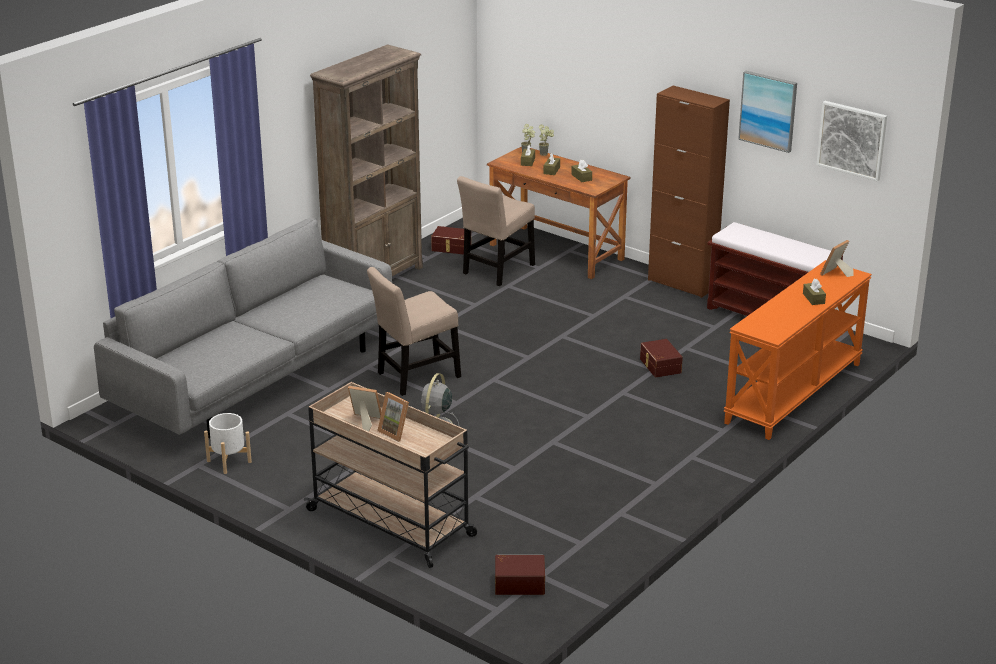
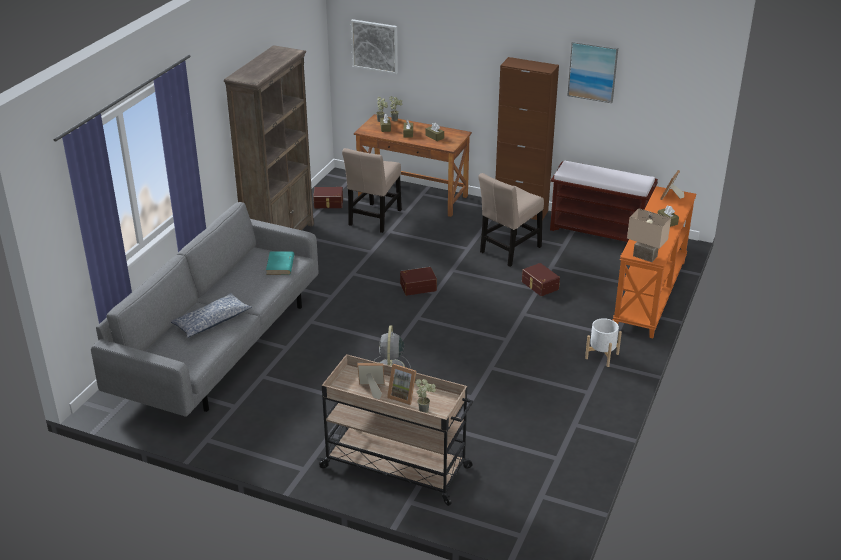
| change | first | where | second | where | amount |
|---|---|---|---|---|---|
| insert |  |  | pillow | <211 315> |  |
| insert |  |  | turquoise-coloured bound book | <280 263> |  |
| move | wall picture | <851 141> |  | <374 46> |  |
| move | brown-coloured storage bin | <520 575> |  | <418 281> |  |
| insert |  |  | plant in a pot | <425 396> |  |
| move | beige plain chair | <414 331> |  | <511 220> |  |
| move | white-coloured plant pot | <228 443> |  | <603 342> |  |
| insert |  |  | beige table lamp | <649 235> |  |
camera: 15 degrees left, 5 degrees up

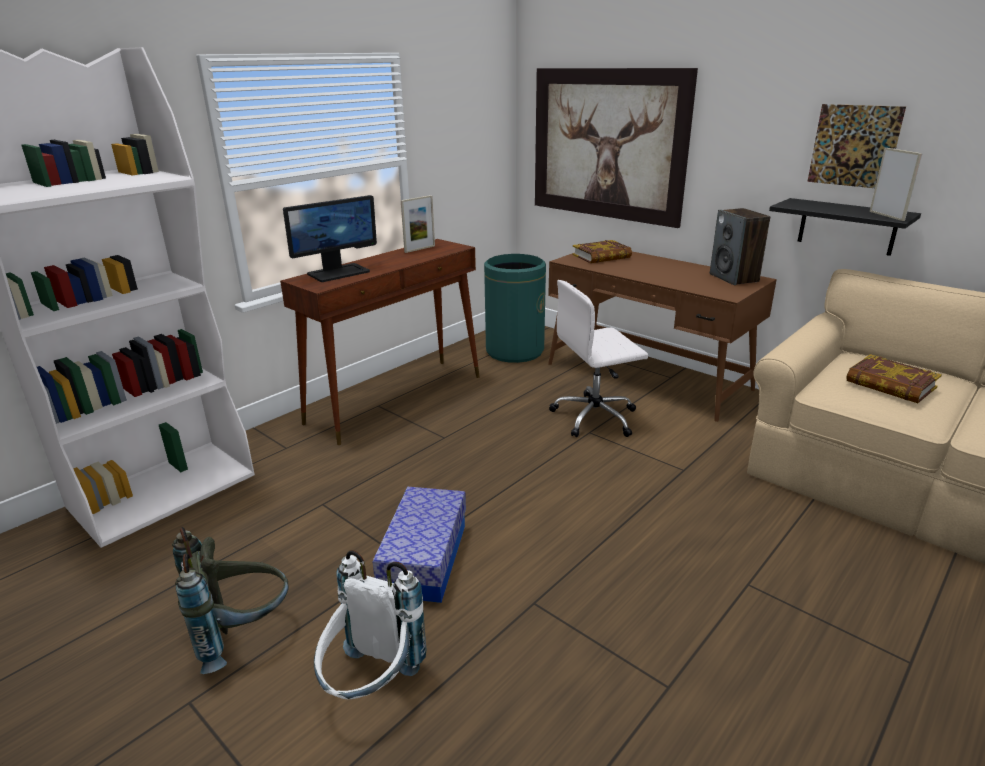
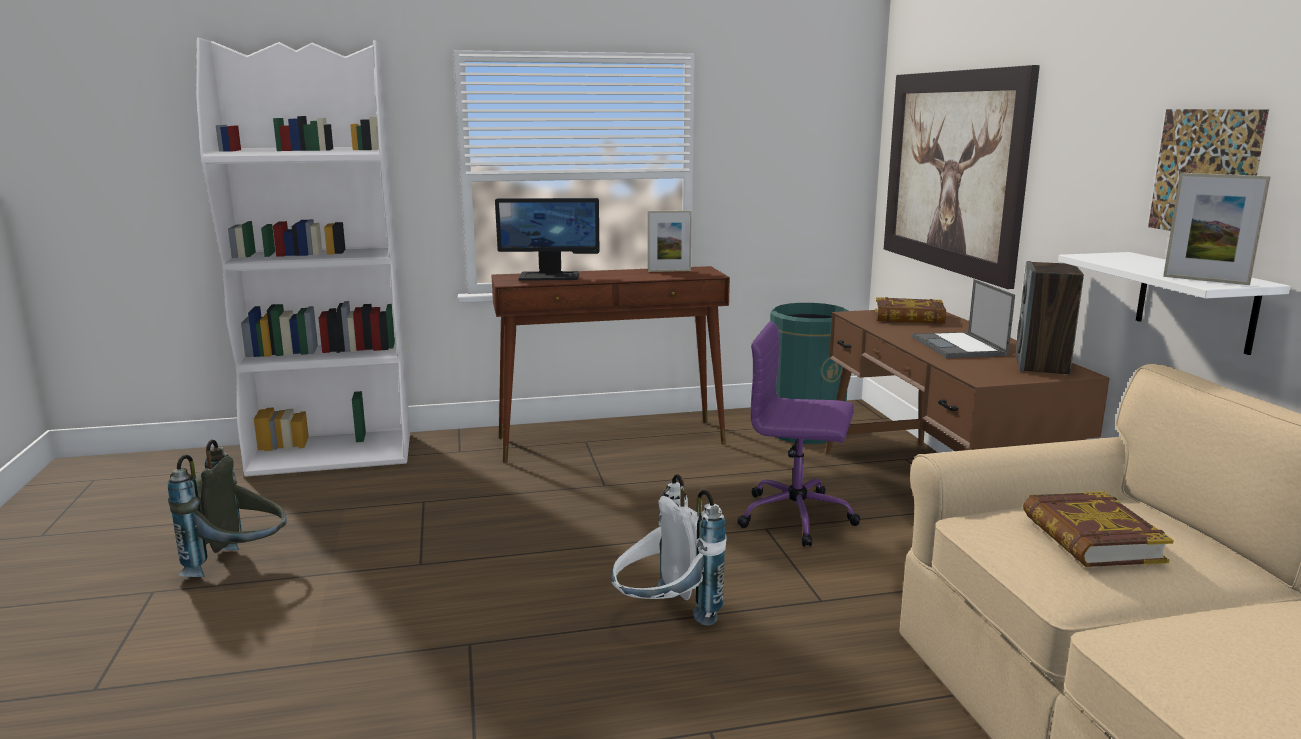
| change | first | where | second | where | amount |
|---|---|---|---|---|---|
| move | white-coloured knapsack | <370 624> |  | <669 550> |  |
| recolor | white-coloured computer chair | <598 358> | purple computer chair | <798 434> |  |
| insert |  |  | laptop | <963 318> |  |
| recolor | blackish bracket shelf | <845 227> | white-coloured bracket shelf | <1174 303> |  |
| rotate | picture frame | <896 184> |  | <1217 229> | 105 degrees clockwise |
| delete | storage bin | <419 545> |  |  |  |
camera: 35 degrees right, 10 degrees down

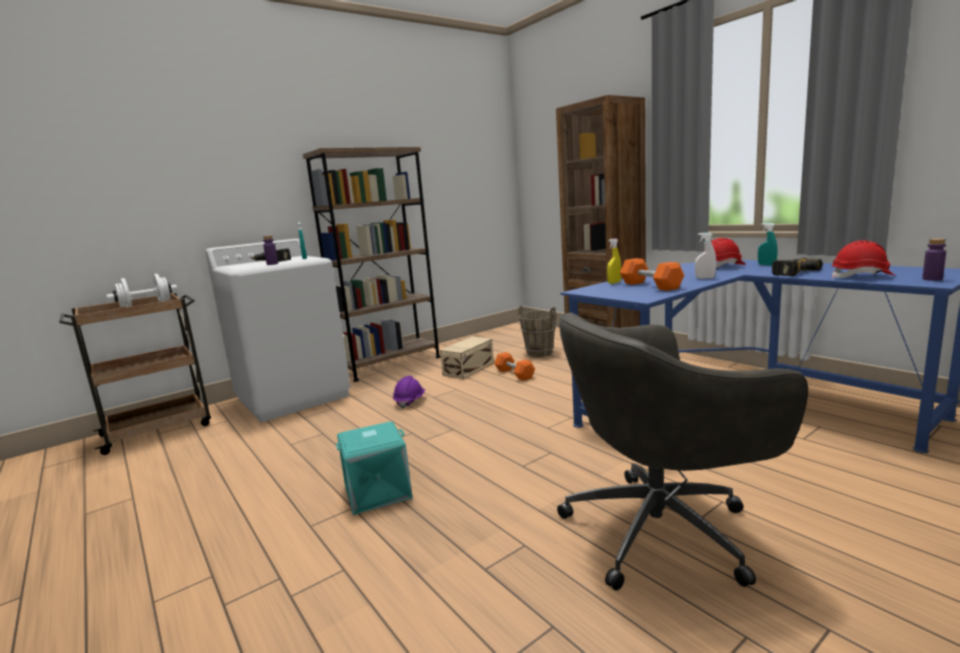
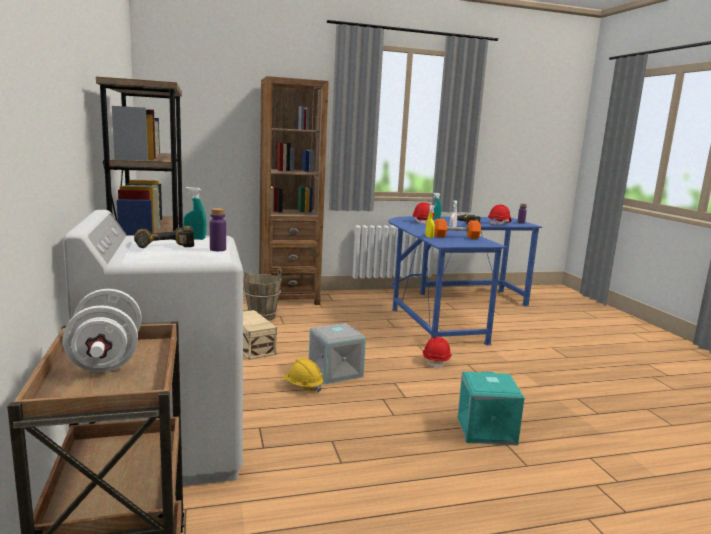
| change | first | where | second | where | amount |
|---|---|---|---|---|---|
| recolor | purple work helmet | <409 392> | yellow-coloured work helmet | <303 375> |  |
| insert |  |  | greyish storage bin | <337 353> |  |
| insert |  |  | reddish work helmet | <437 353> |  |
| delete | orange hand weight | <514 366> |  |  |  |
| delete | greyish computer chair | <682 452> |  |  |  |
camera: 70 degrees left, 0 degrees up

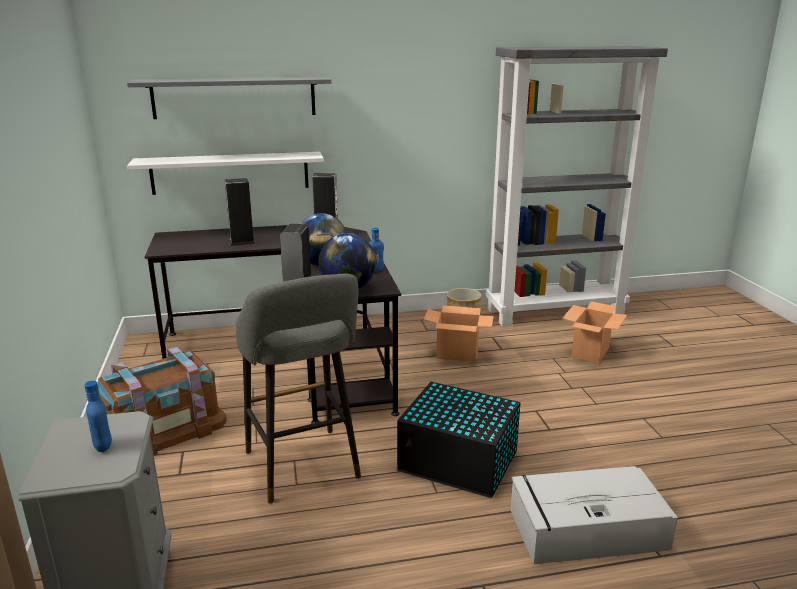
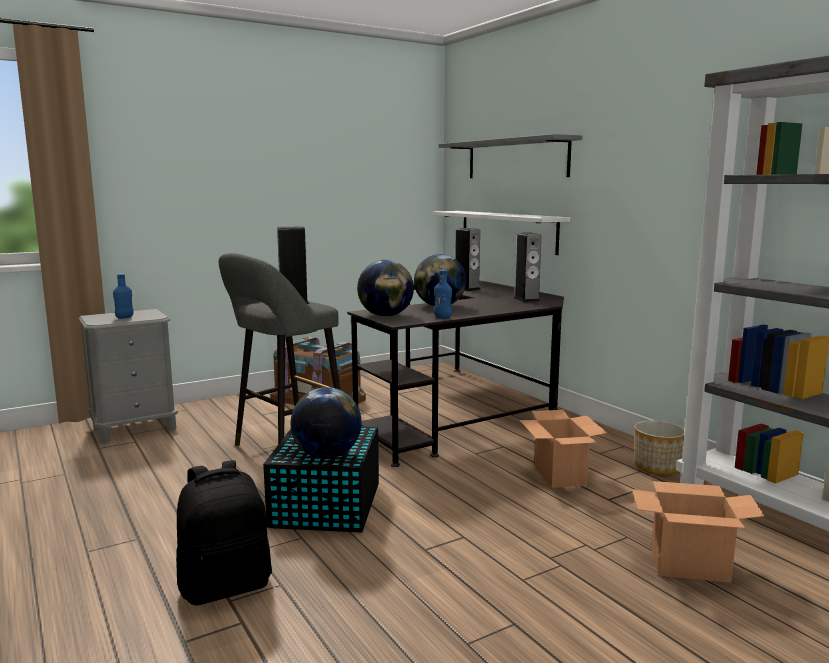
| change | first | where | second | where | amount |
|---|---|---|---|---|---|
| replace | greyish storage bin | <594 515> | blackish knapsack | <224 532> |  |
| insert |  |  | world globe | <326 423> |  |
camera: 70 degrees right, 10 degrees down

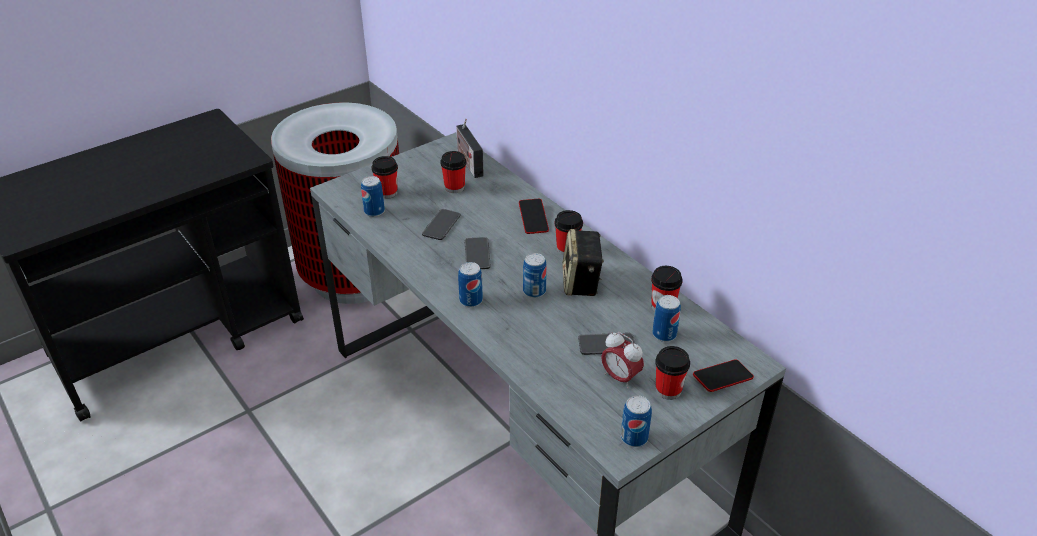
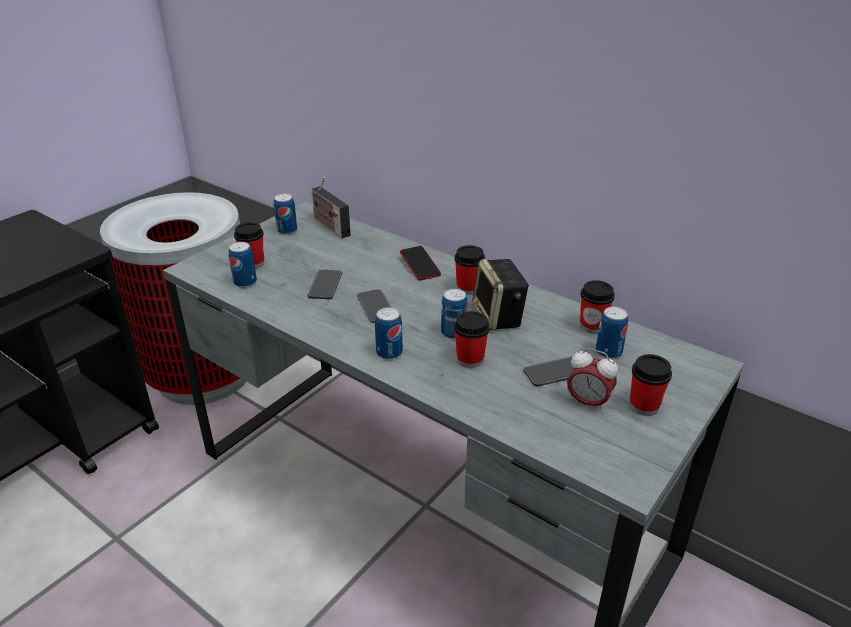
| change | first | where | second | where | amount |
|---|---|---|---|---|---|
| move | can | <636 421> |  | <285 214> |  |
| move | small cup | <453 172> |  | <472 339> |  |
| delete | handset | <723 375> |  |  |  |
camera: 15 degrees left, 5 degrees down

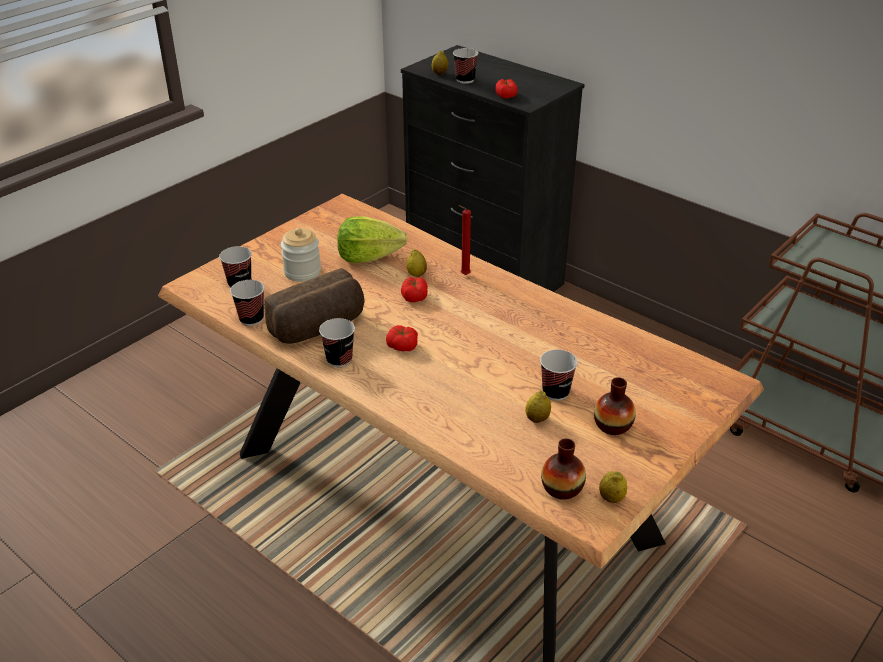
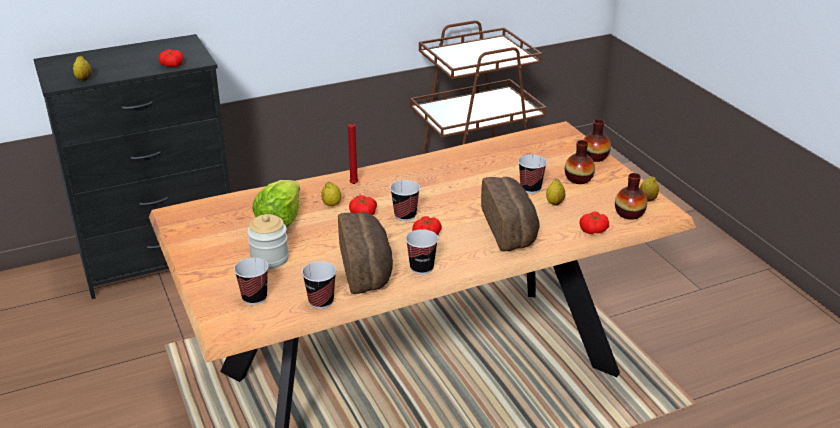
| change | first | where | second | where | amount |
|---|---|---|---|---|---|
| move | small cup | <466 66> |  | <405 200> |  |
| insert |  |  | bread | <510 214> |  |
| insert |  |  | tomato | <594 223> |  |
| insert |  |  | vase | <597 140> |  |
camera: 65 degrees left, 5 degrees down

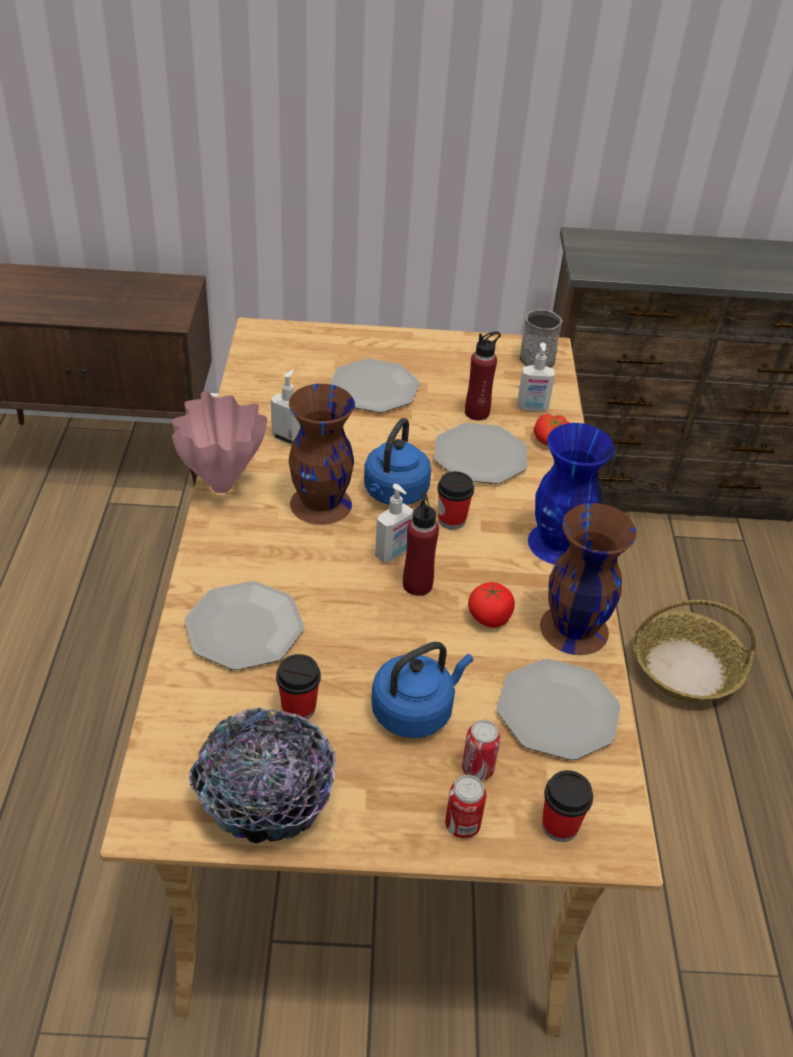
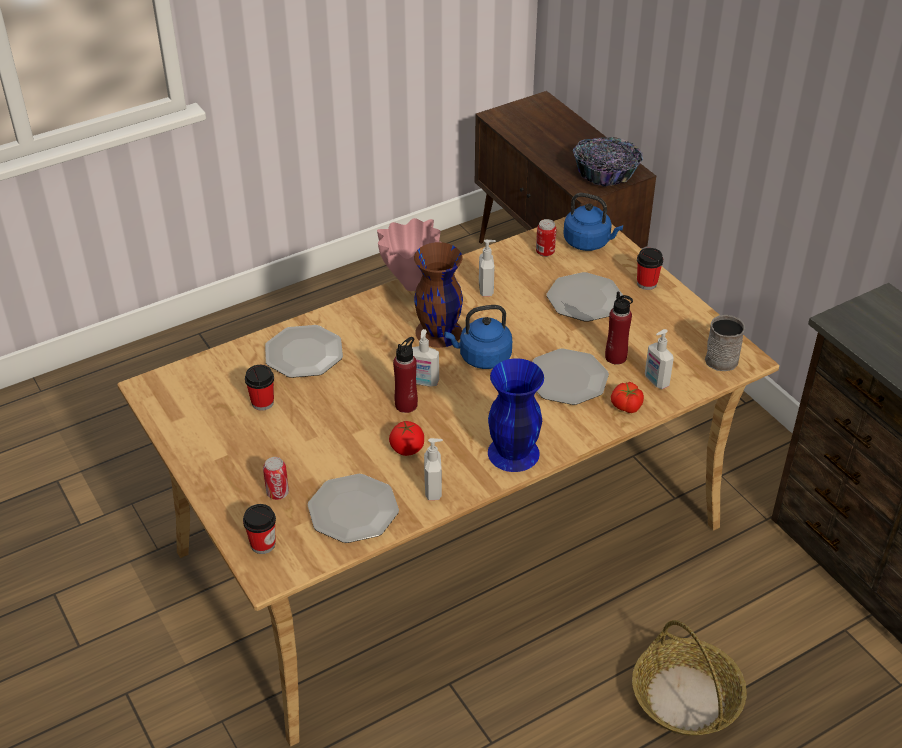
| change | first | where | second | where | amount |
|---|---|---|---|---|---|
| replace | brown-coloured vase | <588 579> | soap dispenser | <433 469> |  |
| move | can | <466 807> |  | <546 238> |  |
| move | blue-coloured water kettle | <422 690> |  | <593 222> |  |
| move | deep dish | <262 776> |  | <608 162> |  |
| move | small cup | <455 500> |  | <650 269> |  |
camera: 60 degrees right, 0 degrees up

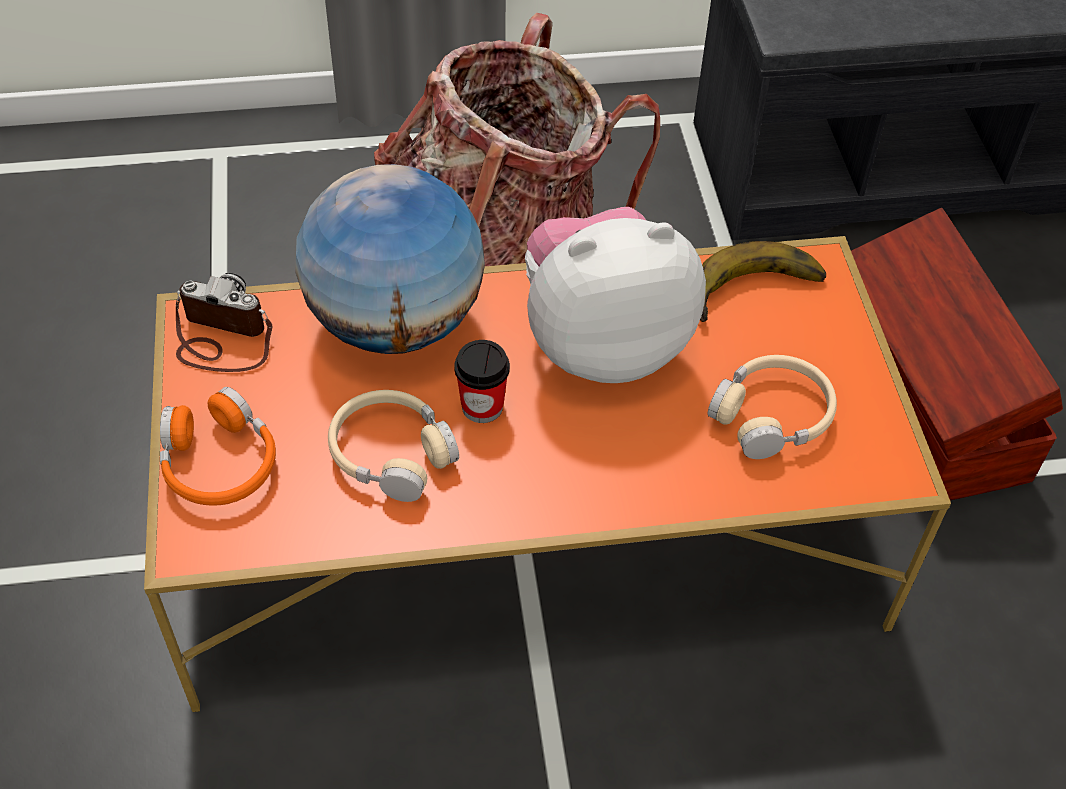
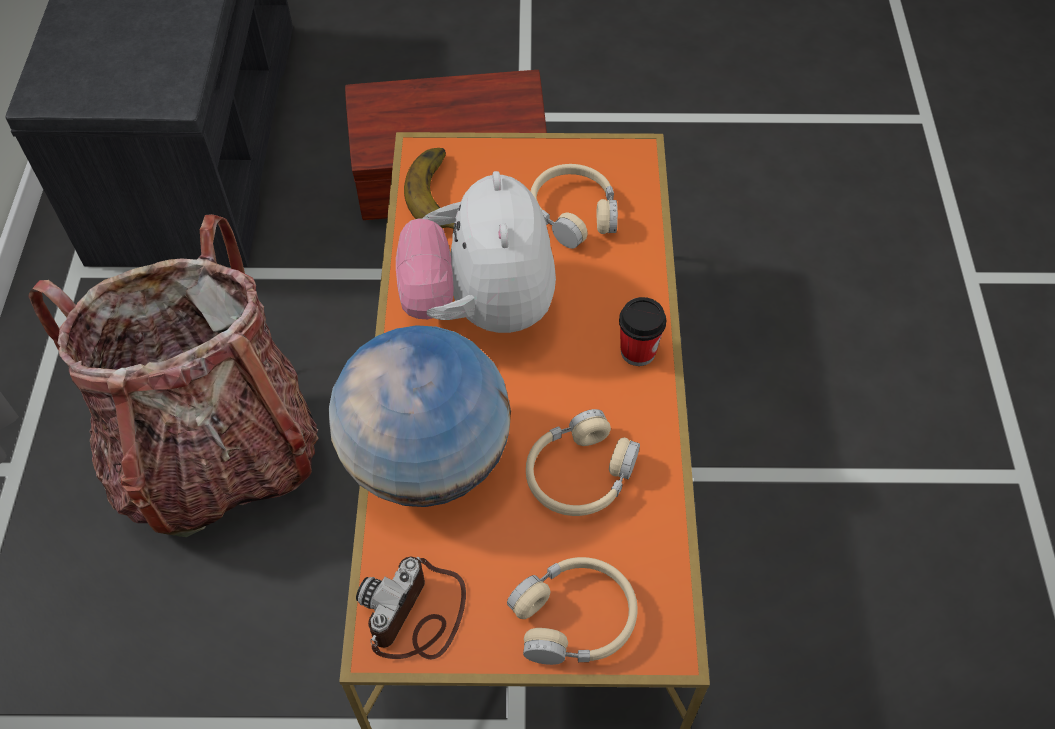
| change | first | where | second | where | amount |
|---|---|---|---|---|---|
| recolor | orange pair of headphones | <218 446> | beige pair of headphones | <572 611> |  |
| move | small cup | <482 381> |  | <642 331> |  |
camera: 80 degrees left, 5 degrees up

